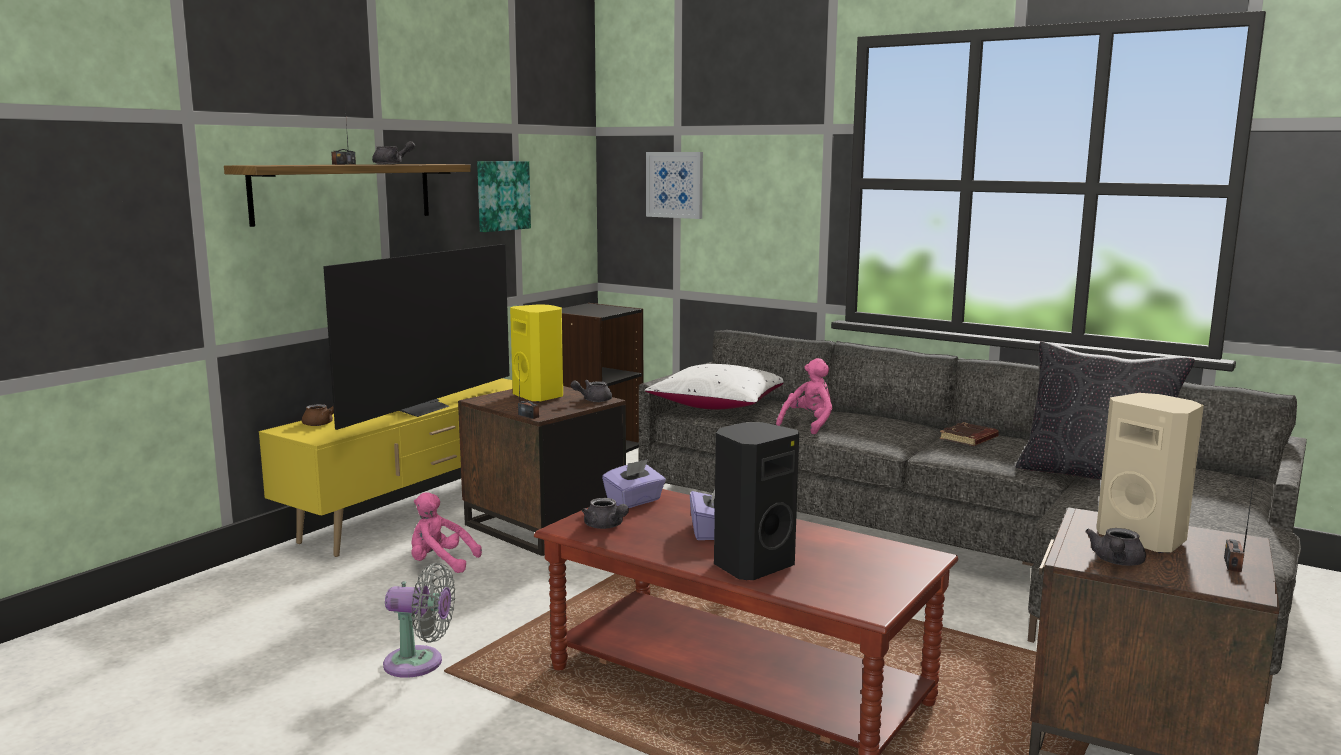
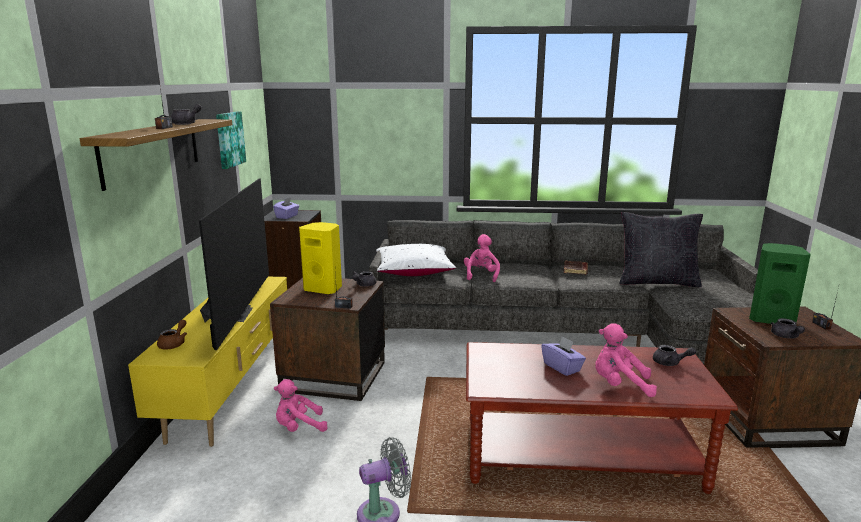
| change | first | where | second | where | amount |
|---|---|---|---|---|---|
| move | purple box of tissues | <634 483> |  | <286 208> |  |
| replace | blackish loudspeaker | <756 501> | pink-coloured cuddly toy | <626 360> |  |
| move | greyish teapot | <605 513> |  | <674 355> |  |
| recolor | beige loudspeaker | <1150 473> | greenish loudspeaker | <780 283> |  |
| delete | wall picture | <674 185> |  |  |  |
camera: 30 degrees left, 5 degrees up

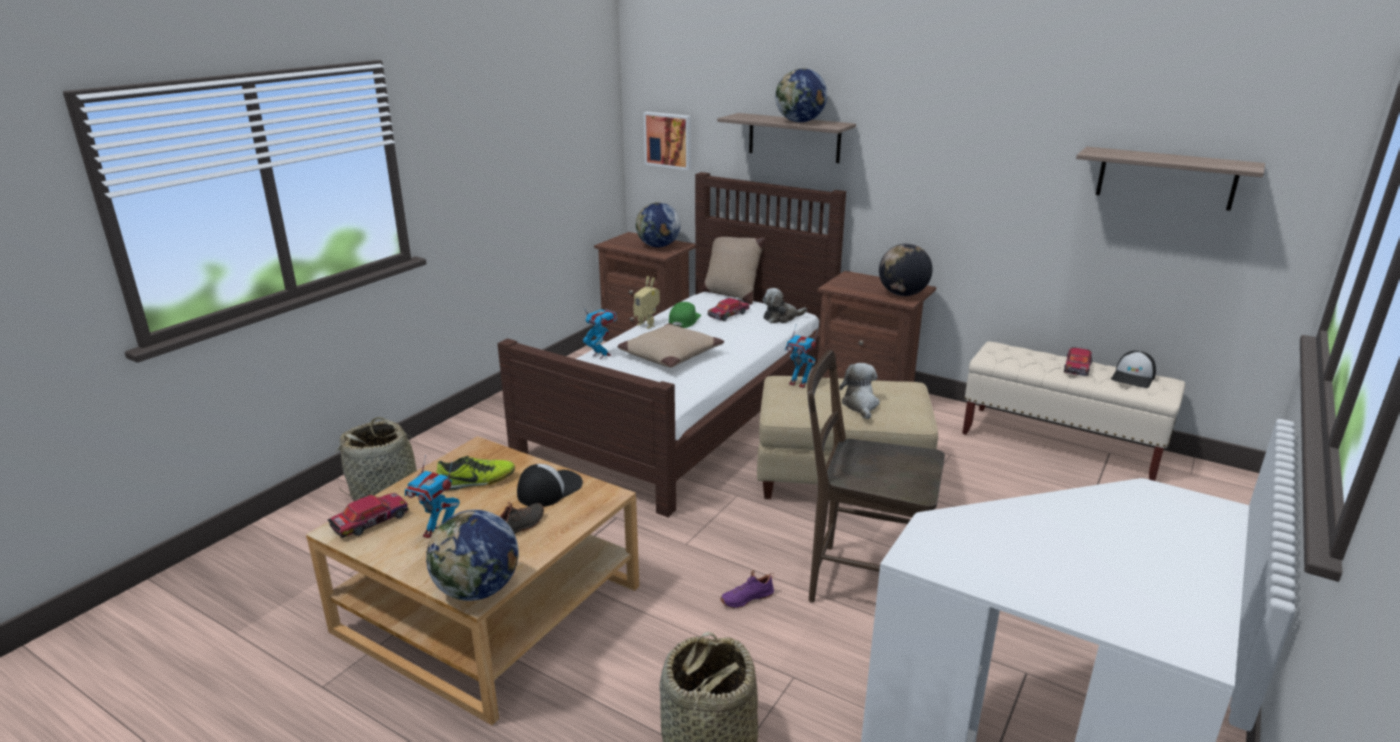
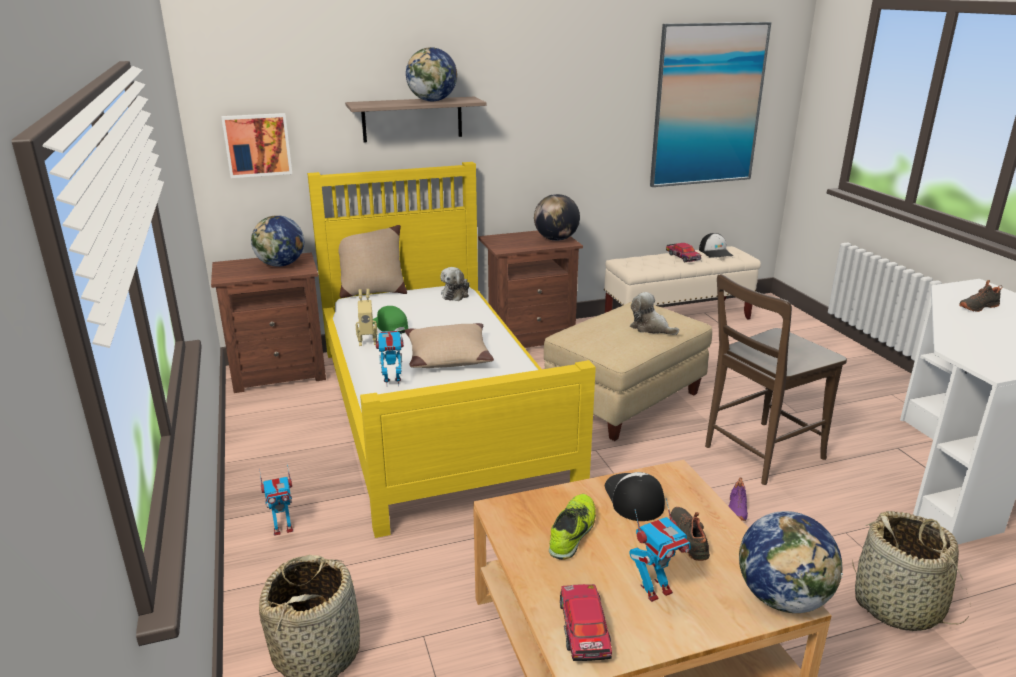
| change | first | where | second | where | amount |
|---|---|---|---|---|---|
| move | robot figure | <801 357> |  | <276 500> |  |
| recolor | brown-coloured bed | <671 344> | yellow-coloured bed | <451 350> |  |
| replace | bracket shelf | <1170 179> | wall picture | <710 104> |  |
| insert |  |  | blackish shoe | <980 296> |  |
| delete | toy car | <729 309> |  |  |  |
camera: 50 degrees left, 0 degrees up

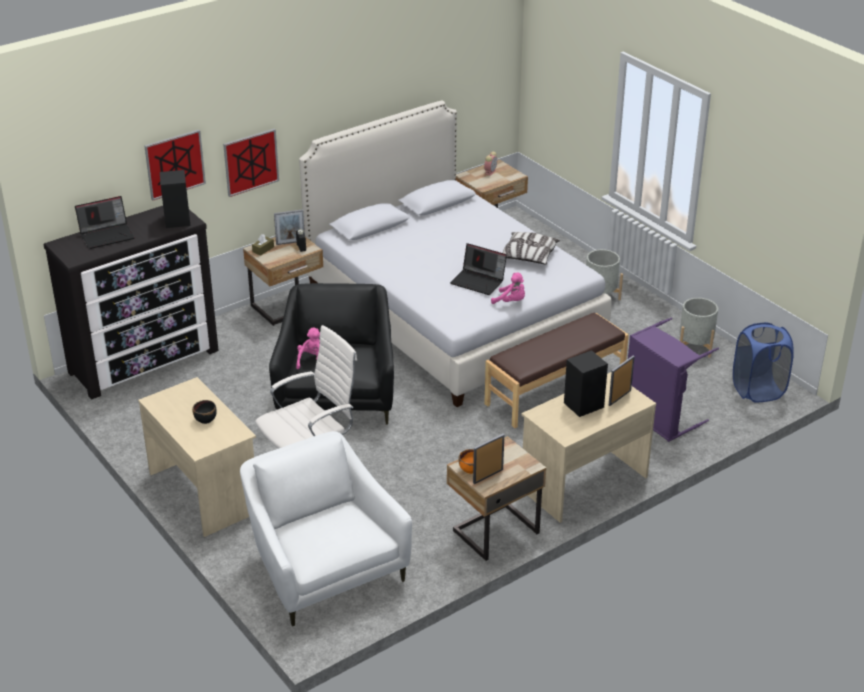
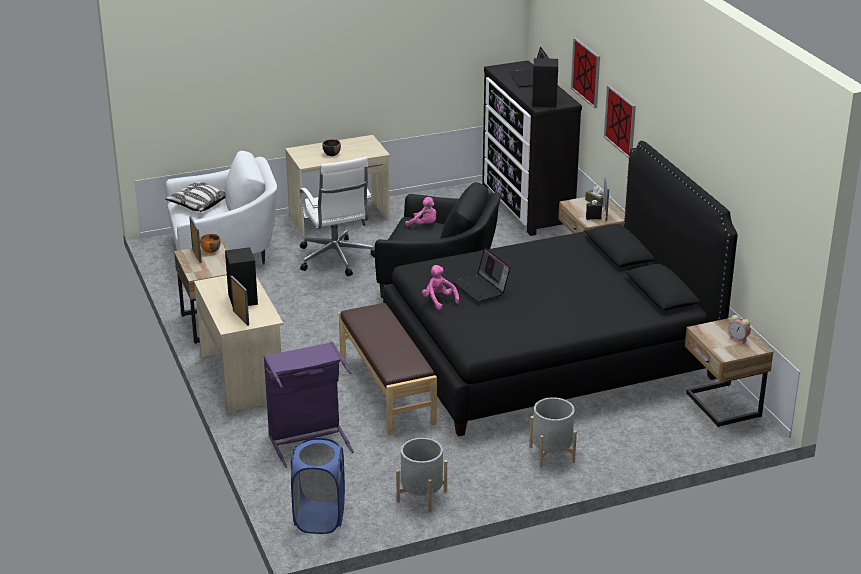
| change | first | where | second | where | amount |
|---|---|---|---|---|---|
| move | pillow | <531 248> |  | <195 197> |  |
| recolor | white-coloured bed | <455 254> | blackish bed | <560 289> |  |
| rotate | pink-coloured cuddly toy | <508 288> |  | <441 287> | 105 degrees clockwise |
| rotate | laptop | <478 269> |  | <481 274> | 75 degrees counterclockwise |
camera: 105 degrees right, 5 degrees down

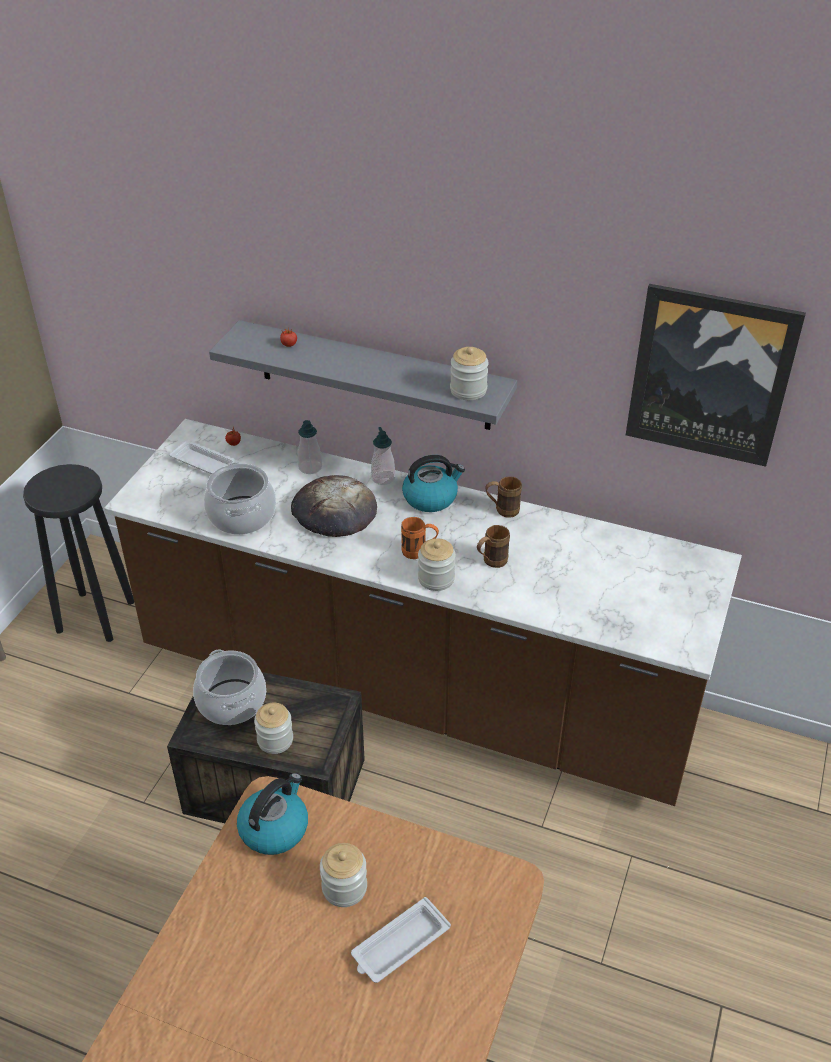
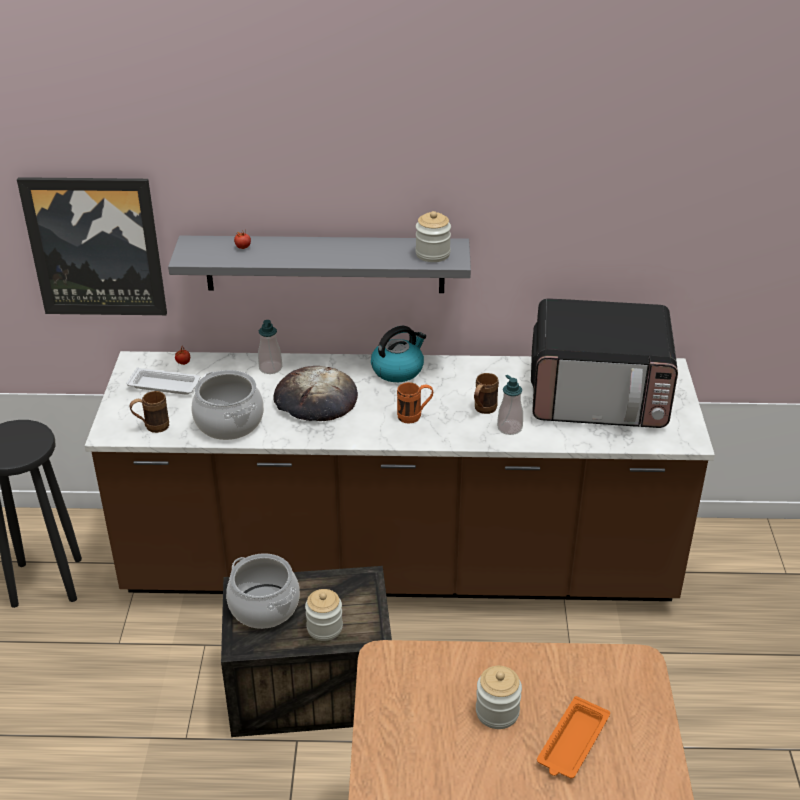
| change | first | where | second | where | amount |
|---|---|---|---|---|---|
| move | wall picture | <716 375> |  | <92 246> |  |
| move | brown-coloured mug | <503 497> |  | <149 412> |  |
| move | soap dispenser | <383 456> |  | <510 405> |  |
| insert |  |  | microwave oven | <604 363> |  |
| recolor | white-coloured carrying tray | <401 940> | orange carrying tray | <573 737> |  |
| delete | water kettle | <272 814> |  |  |  |
| delete | storage jar | <437 564> |  |  |  |
camera: 20 degrees left, 5 degrees down

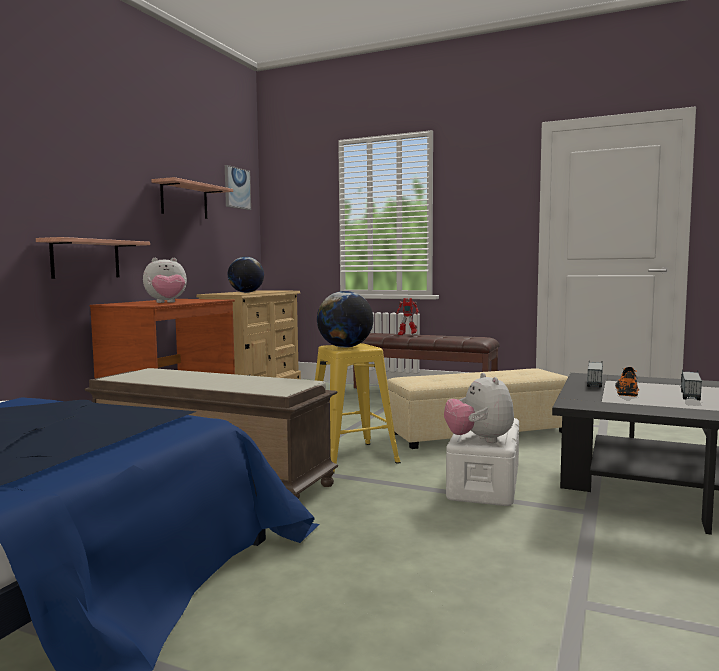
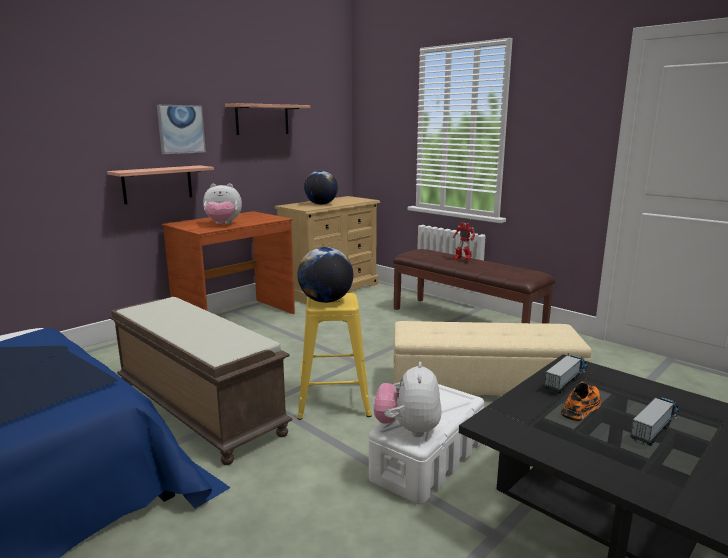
| change | first | where | second | where | amount |
|---|---|---|---|---|---|
| move | wall picture | <238 187> |  | <181 129> |  |
camera: 20 degrees right, 10 degrees up

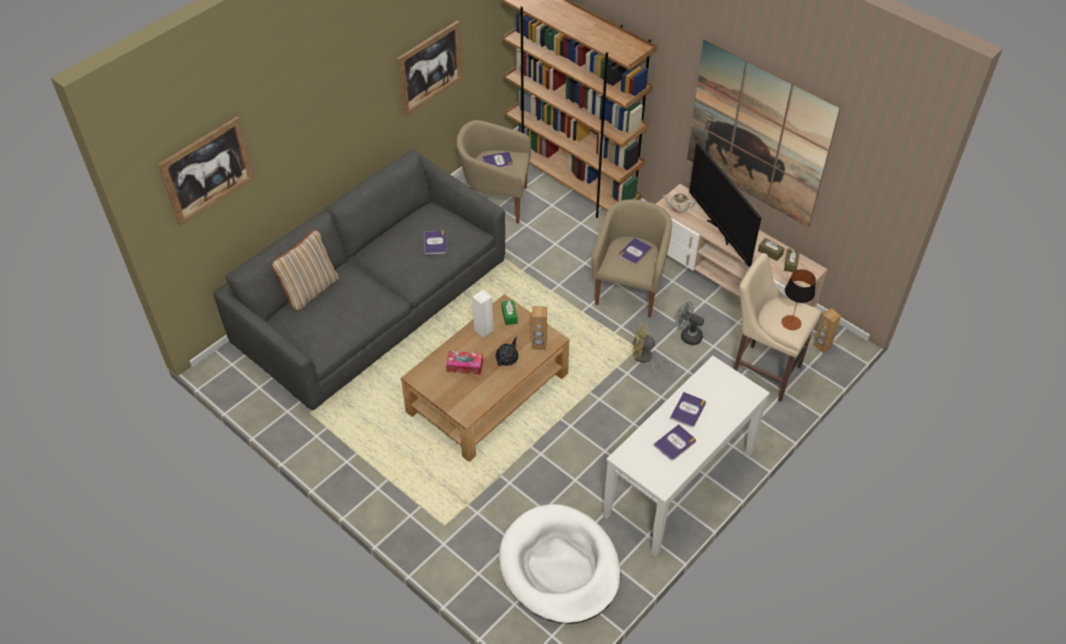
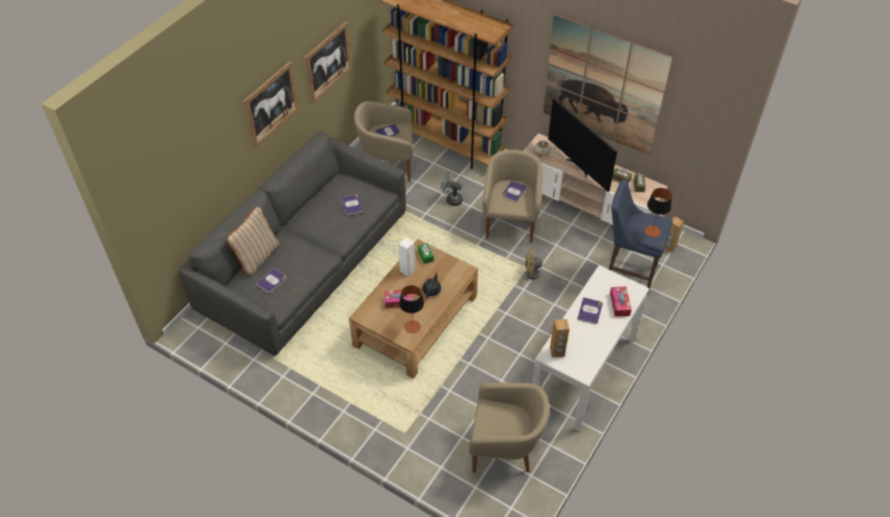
| change | first | where | second | where | amount |
|---|---|---|---|---|---|
| move | wall picture | <206 171> |  | <271 105> |  |
| move | bound book | <674 442> |  | <271 280> |  |
| insert |  |  | table lamp | <411 309> |  |
| move | greyish fan | <690 323> |  | <452 189> |  |
| replace | white-coloured dog bed | <560 564> | beige armchair | <509 427> |  |
| move | brown-coloured loudspeaker | <539 328> |  | <560 338> |  |
| recolor | beige sitting stool | <777 327> | blue-coloured sitting stool | <641 237> |  |
| insert |  |  | box of tissues | <621 302> |  |
camera: 10 degrees left, 0 degrees up

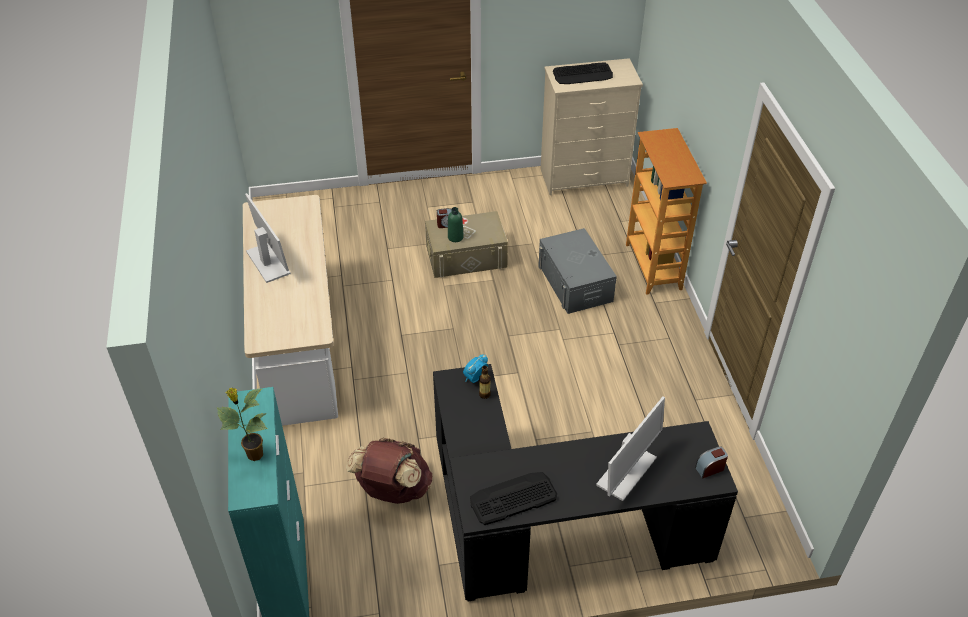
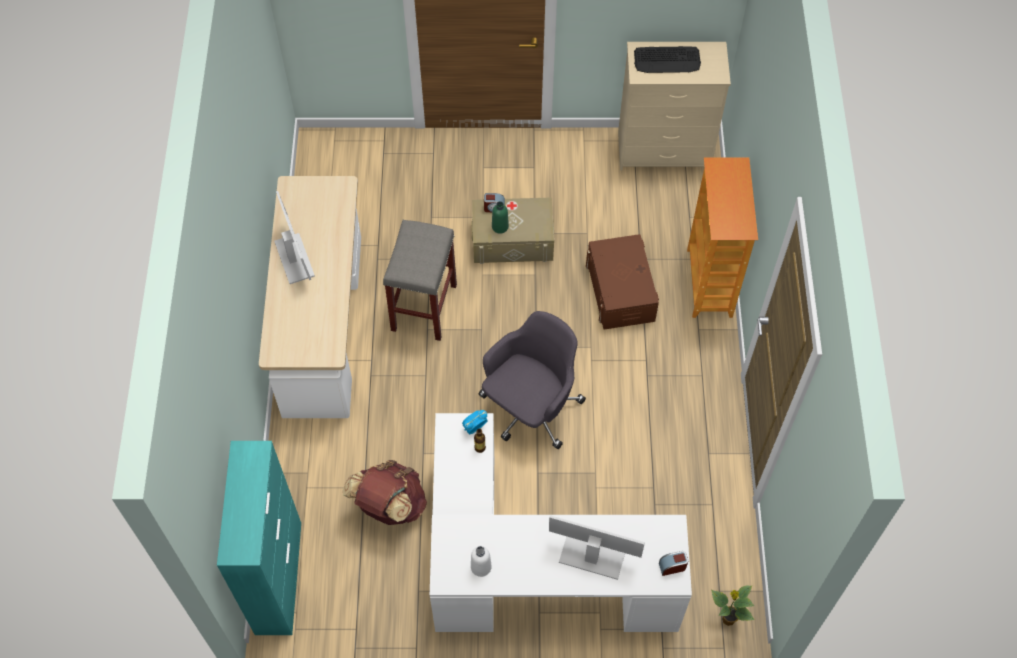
| change | first | where | second | where | amount |
|---|---|---|---|---|---|
| insert |  |  | greyish sitting stool | <420 280> |  |
| recolor | blackish desk | <585 482> | white-coloured desk | <561 522> |  |
| replace | computer keyboard | <513 498> | white-coloured beverage bottle | <481 561> |  |
| insert |  |  | greyish computer chair | <532 380> |  |
| rotate | monitor | <630 449> |  | <597 547> | 120 degrees counterclockwise |
| recolor | greyish storage bin | <577 271> | brown-coloured storage bin | <622 282> |  |
| move | plant in a pot | <242 424> |  | <733 606> |  |
camera: 10 degrees right, 15 degrees up

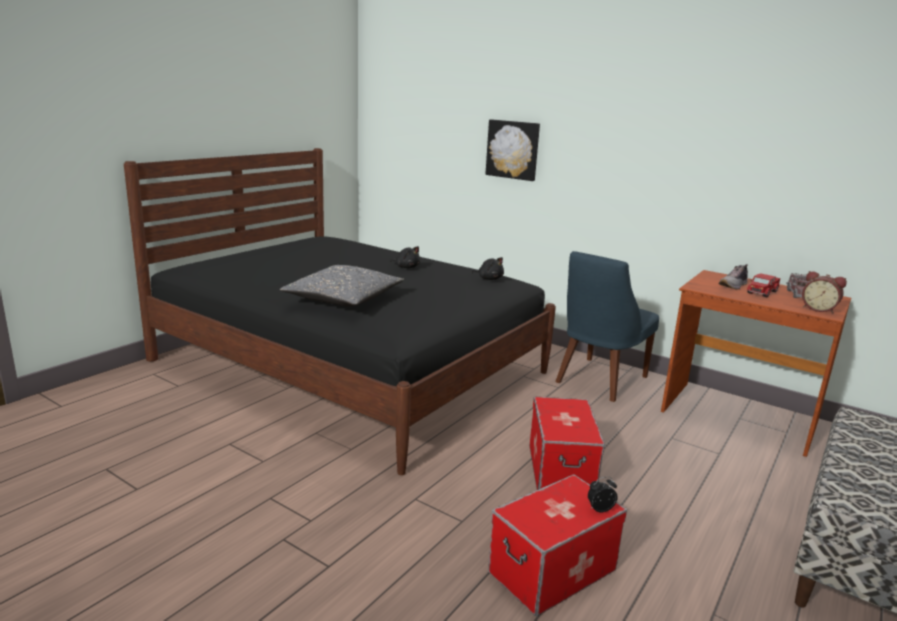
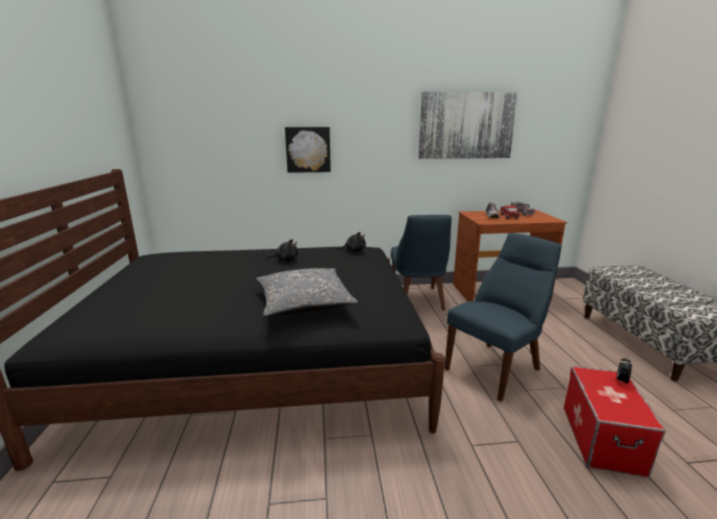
| change | first | where | second | where | amount |
|---|---|---|---|---|---|
| insert |  |  | wall picture | <468 125> |  |
| replace | storage bin | <567 443> | blue-coloured plain chair | <503 317> |  |
| delete | alarm clock | <824 292> |  |  |  |
camera: 40 degrees left, 0 degrees up

